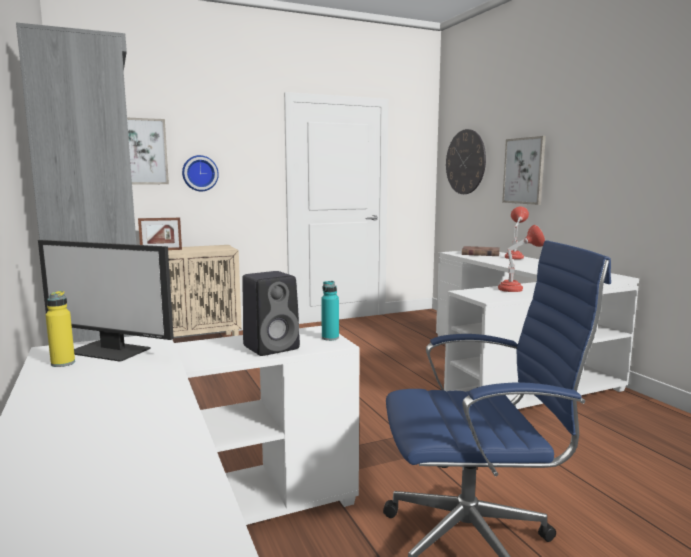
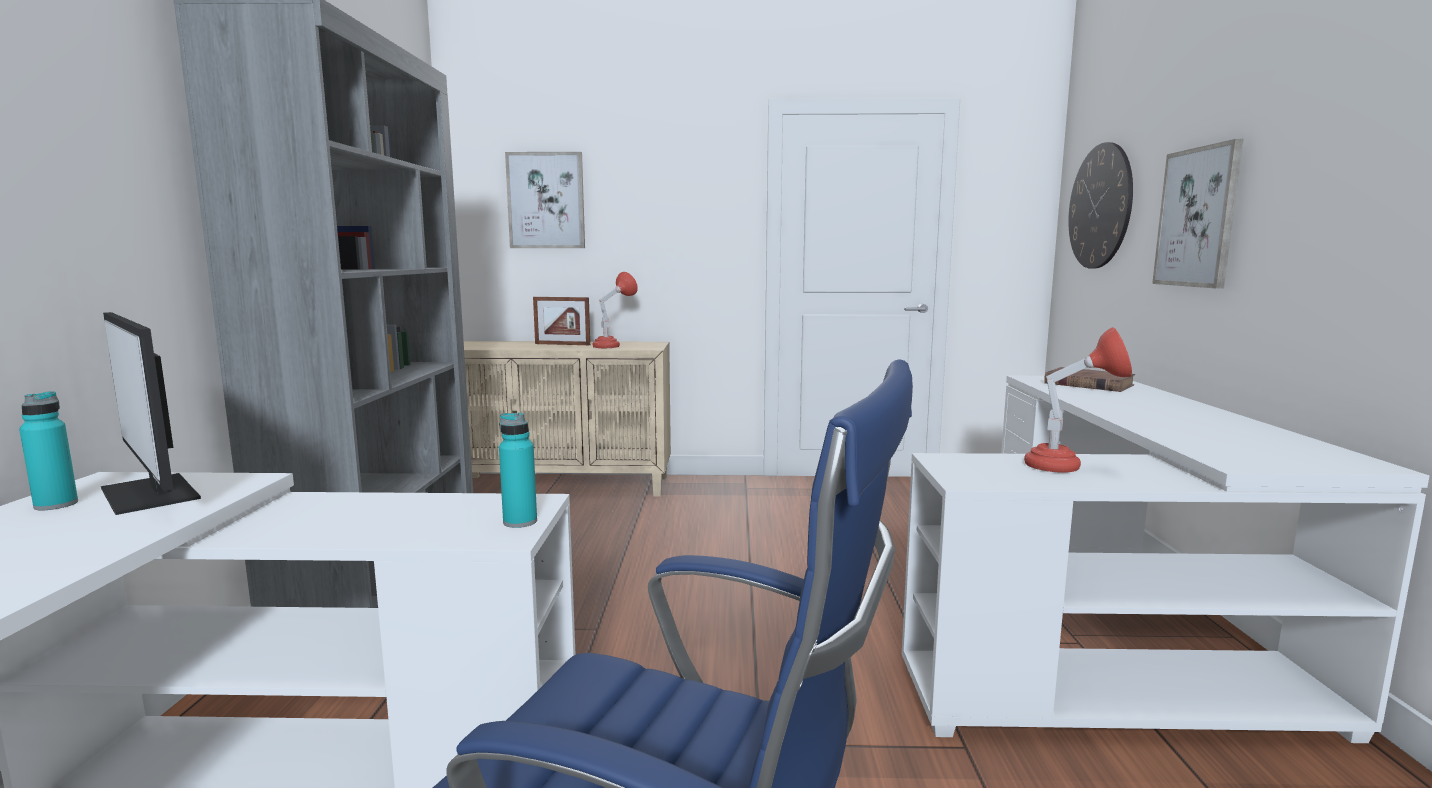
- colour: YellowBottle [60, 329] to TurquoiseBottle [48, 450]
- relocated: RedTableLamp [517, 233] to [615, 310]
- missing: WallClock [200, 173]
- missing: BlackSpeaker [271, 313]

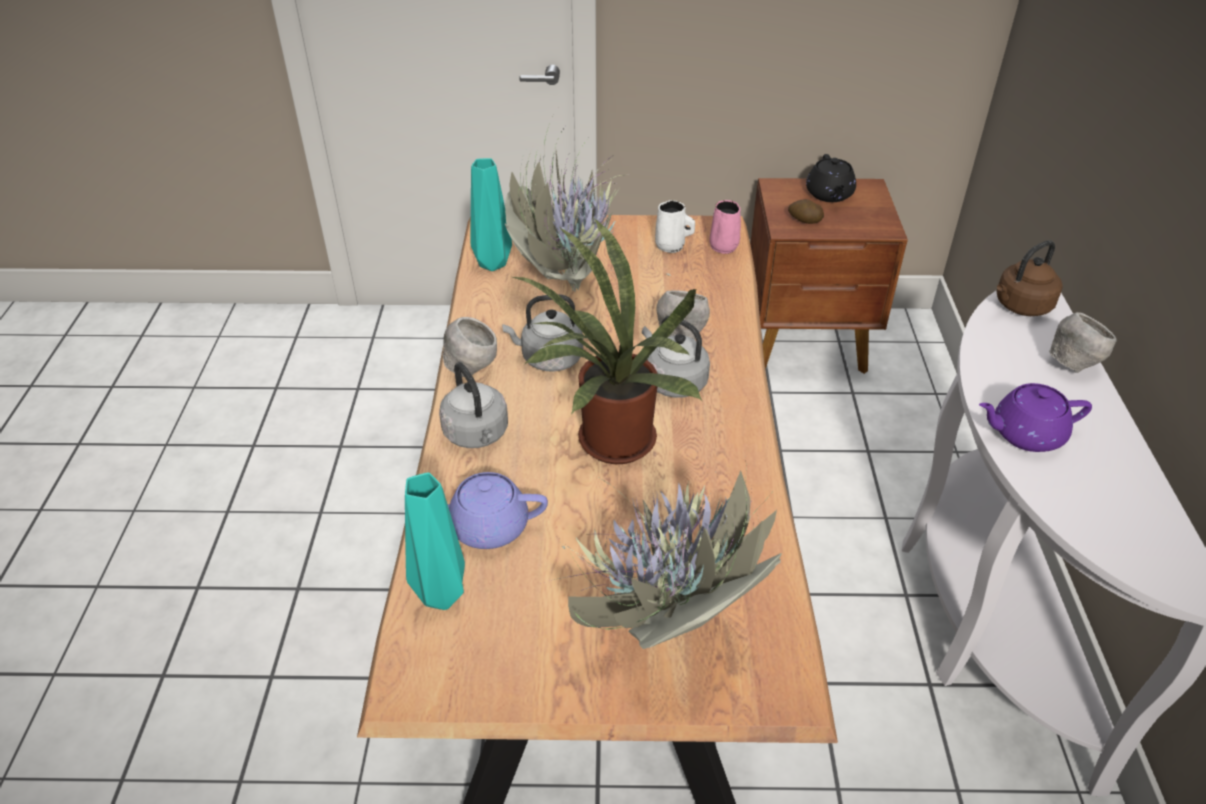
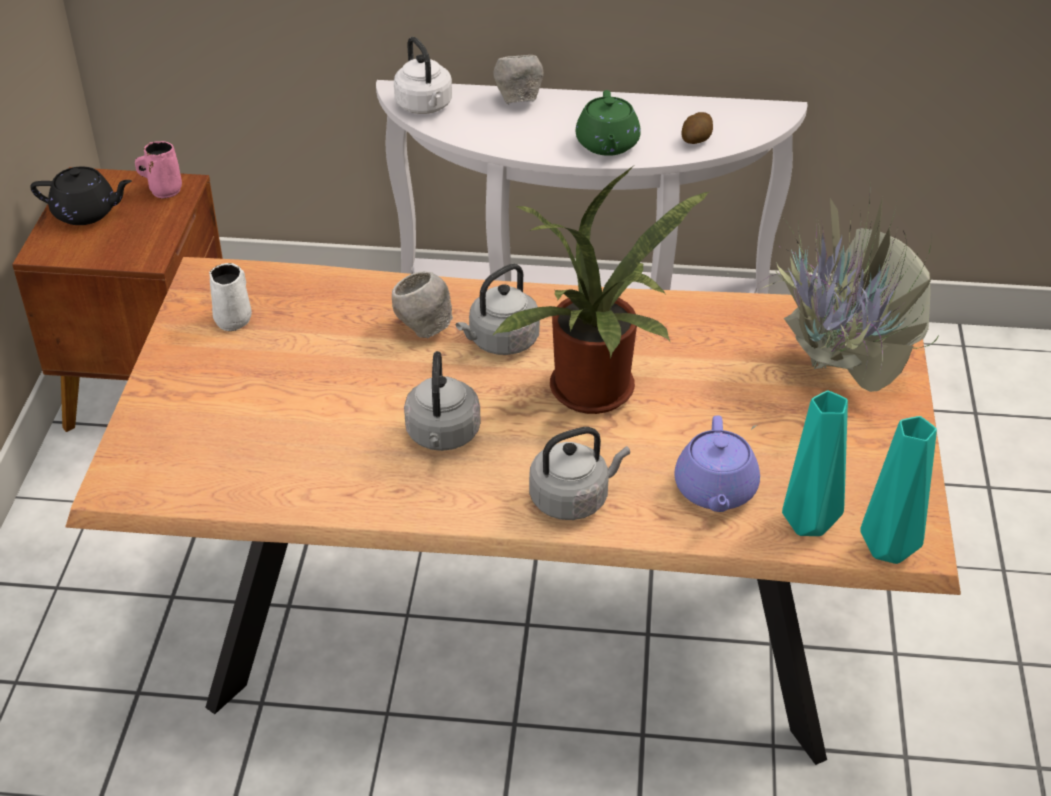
- relocated: PinkMug [725, 227] to [158, 170]
- colour: BrownKettle [1030, 278] to WhiteKettle [423, 75]
- colour: PurpleTeapot [1035, 417] to GreenTeapot [608, 123]
- relocated: Potato [806, 211] to [697, 128]
- relocated: TurquoiseVase [491, 214] to [898, 490]
- missing: GreyBowl [469, 347]
- missing: PottedPlant [588, 206]

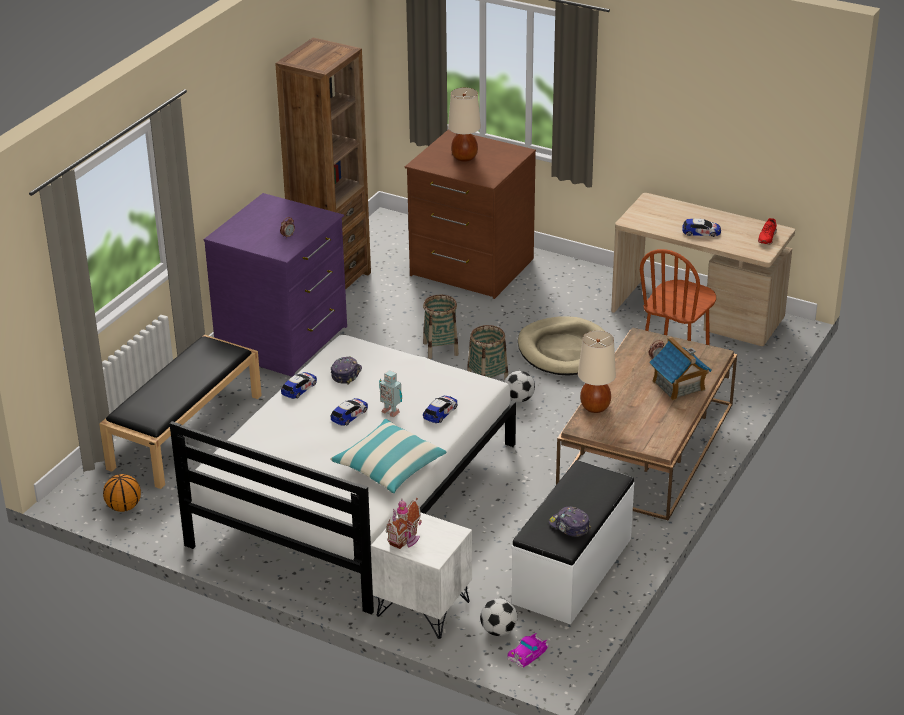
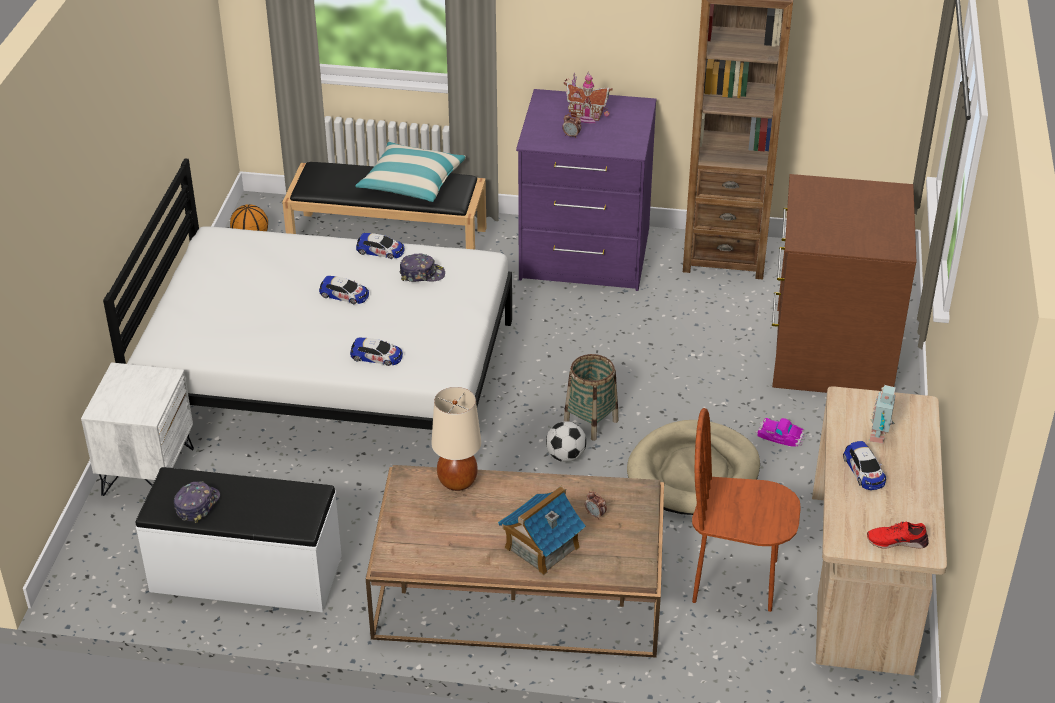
- relocated: Pillow [388, 456] to [410, 172]
- relocated: ToyHouse [404, 523] to [588, 97]
- relocated: ToyCar [528, 650] to [780, 432]
- relocated: ToyRobot [390, 393] to [883, 414]
- missing: Basket [441, 327]
- missing: BeigeTableLamp [464, 125]
- missing: Football [499, 617]

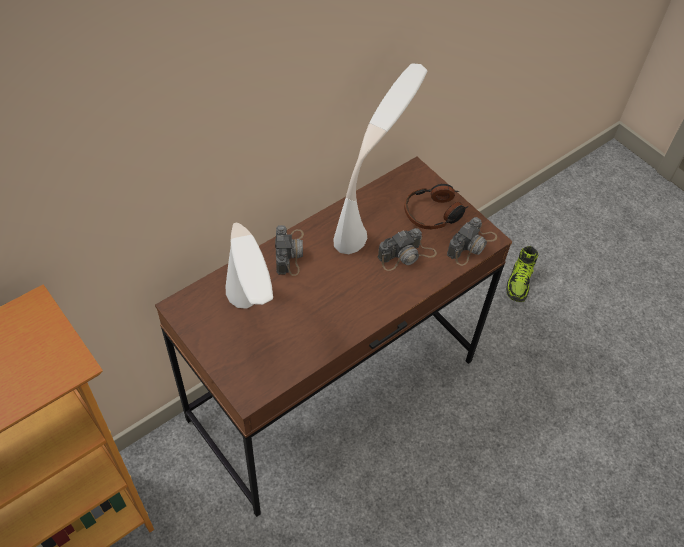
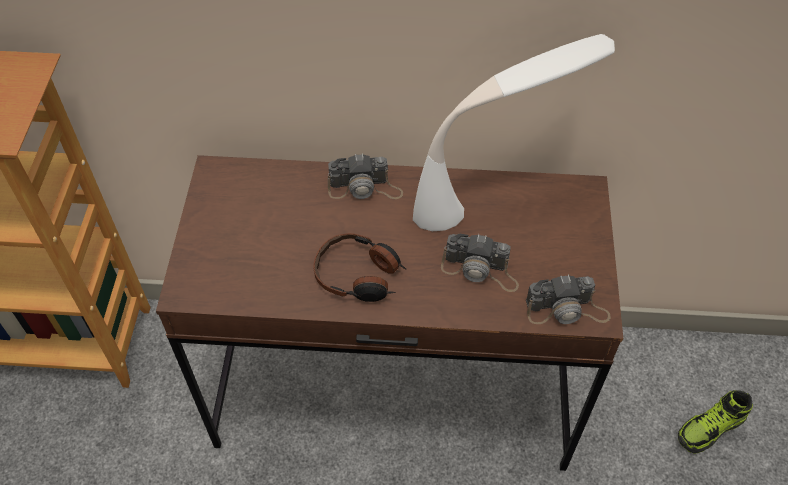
- relocated: Headphones [436, 207] to [359, 267]
- spun: PhotoCamera [289, 250] = [365, 176] 45 degrees clockwise
- missing: WhiteTableLamp [249, 265]

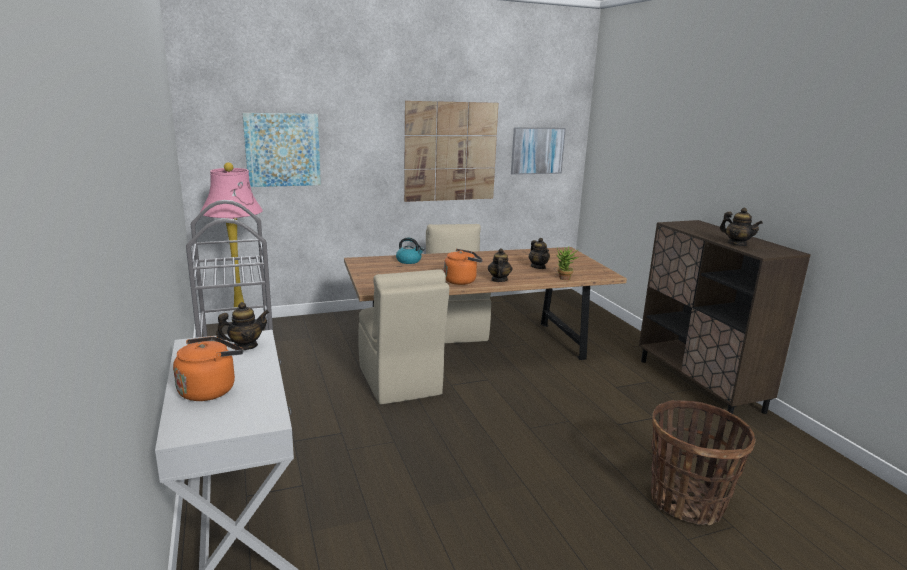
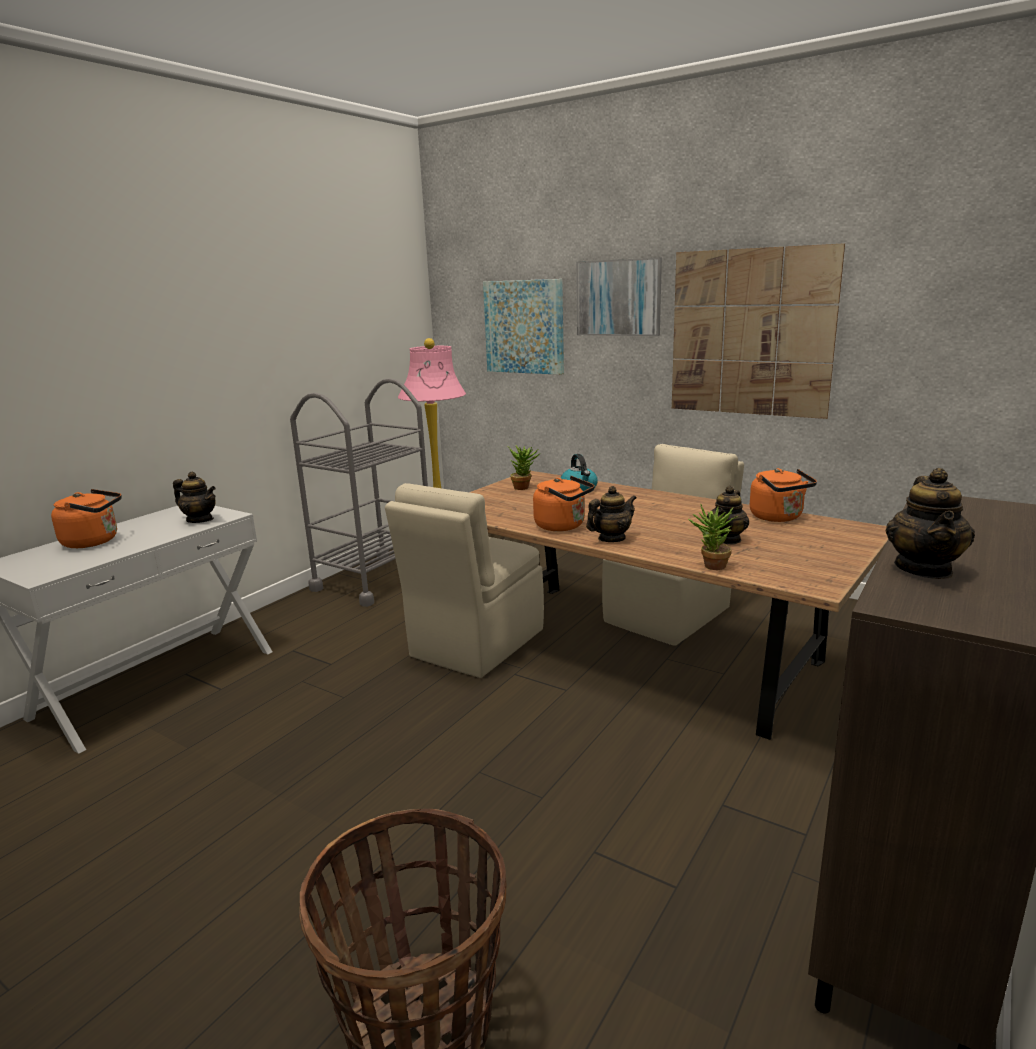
- appeared: PottedPlant [523, 468]
- relocated: Picture [538, 151] to [619, 297]
- appeared: OrangeKettle [783, 495]

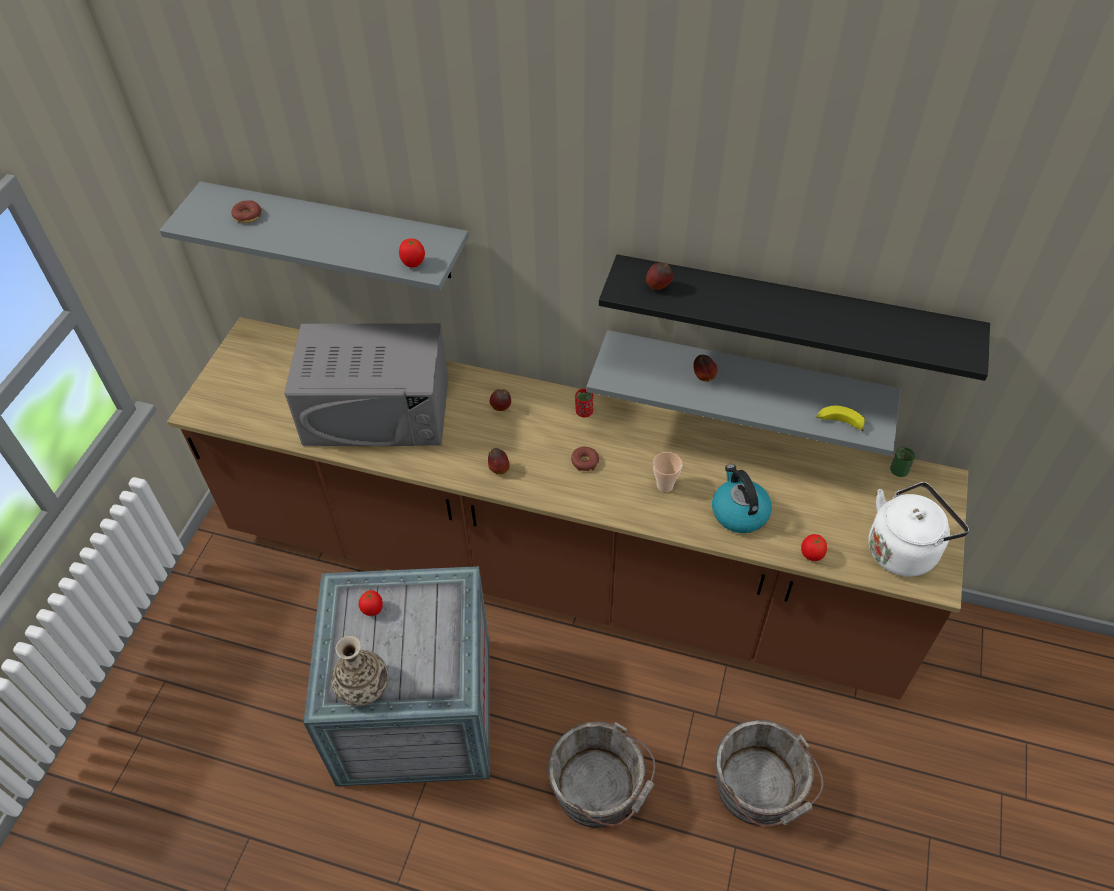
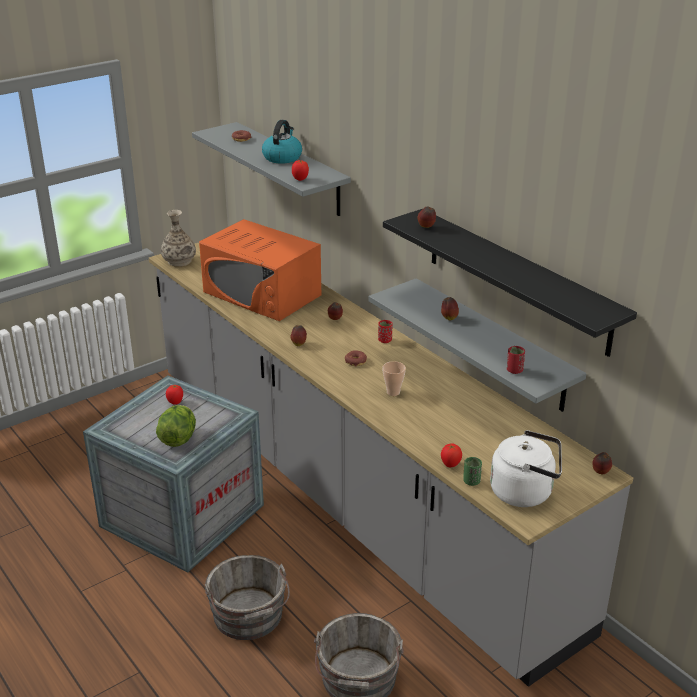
- colour: BrownCounter [567, 508] to GreyCounter [391, 465]
- appeared: Lettuce [176, 426]
- relocated: Vase [360, 671] to [178, 238]
- colour: GreyMicrowave [366, 384] to OrangeMicrowave [260, 270]
- relocated: Kettle [742, 498] to [282, 142]
- relocated: GreenCup [902, 462] to [472, 471]
- exchanged: Banana [840, 418] to RedCup [516, 360]
- appeared: Apple [602, 463]

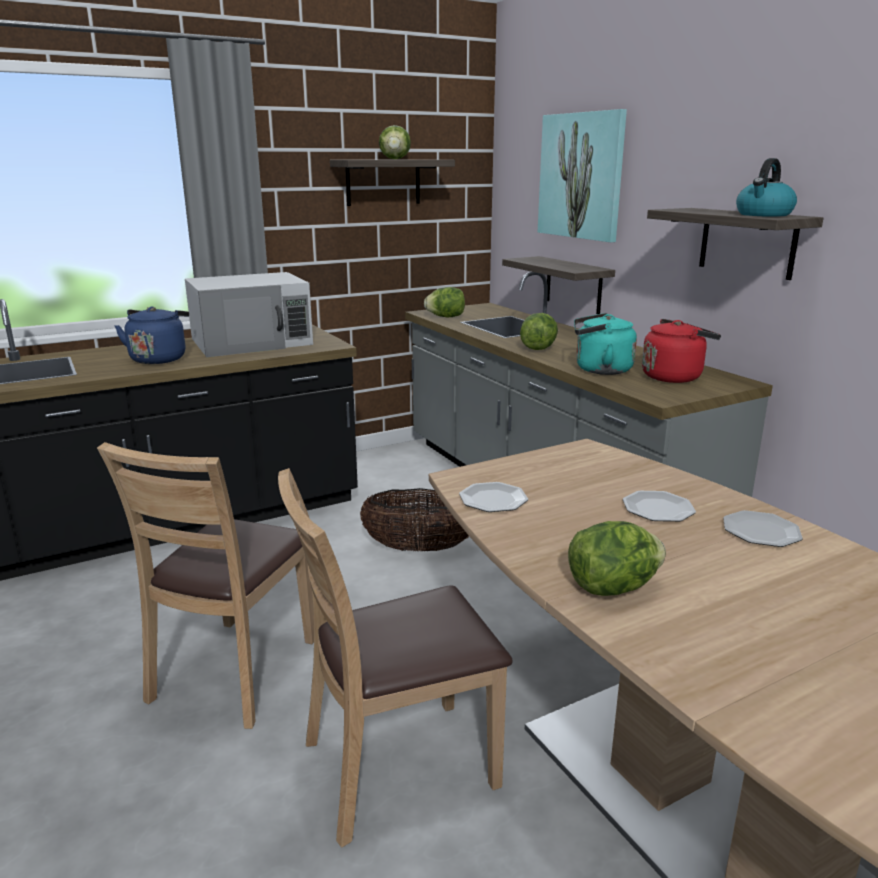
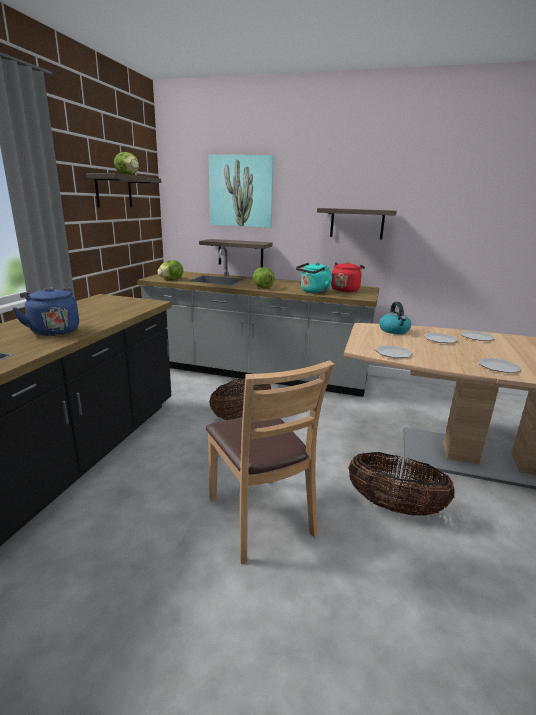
- exchanged: BrownChair [395, 658] to Basket [401, 484]
- relocated: Kettle [766, 187] to [395, 318]
- exchanged: Lettuce [617, 558] to Plate [500, 365]
- missing: WhiteMicrowave [249, 314]

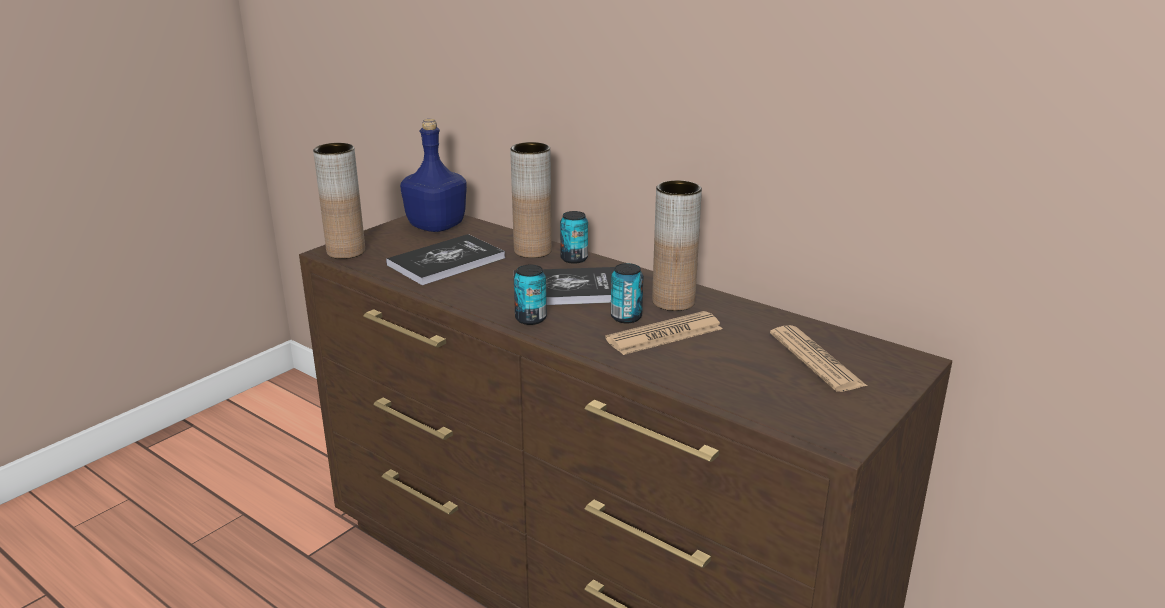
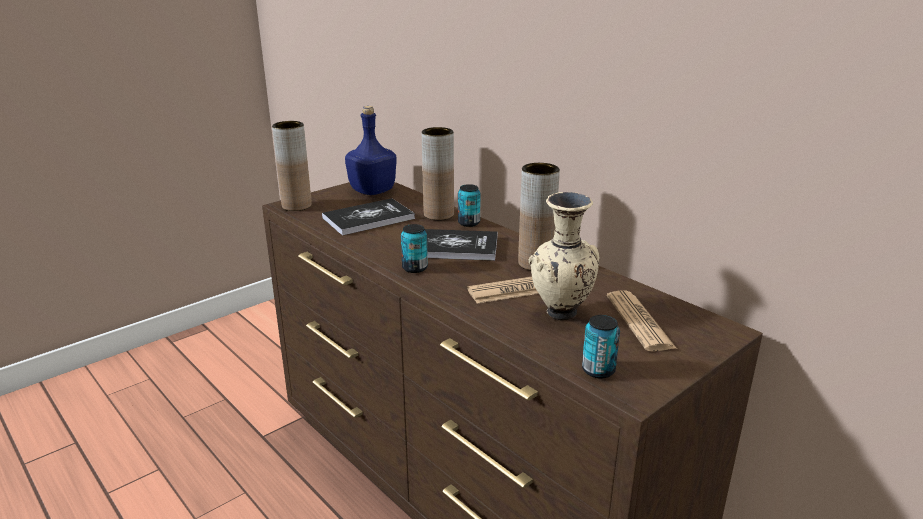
- appeared: BeigeVase [564, 256]
- relocated: Can [627, 293] to [601, 346]

